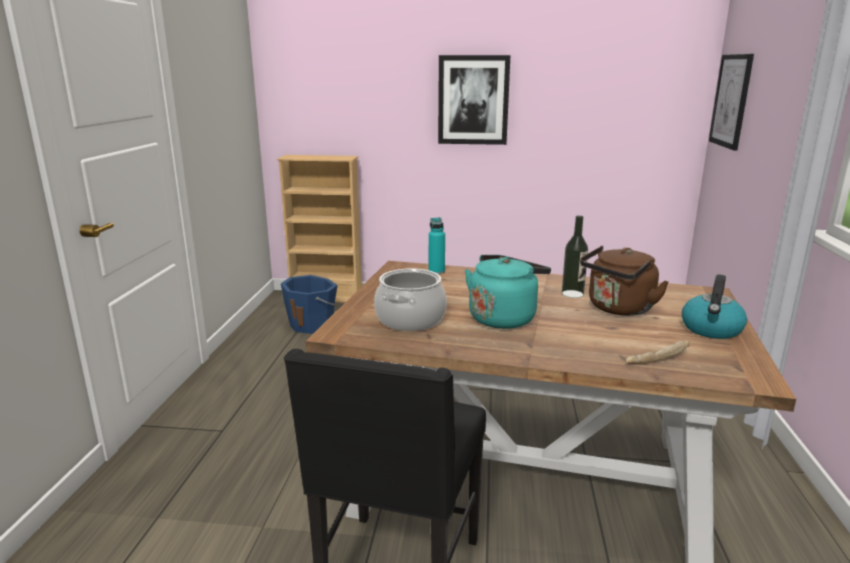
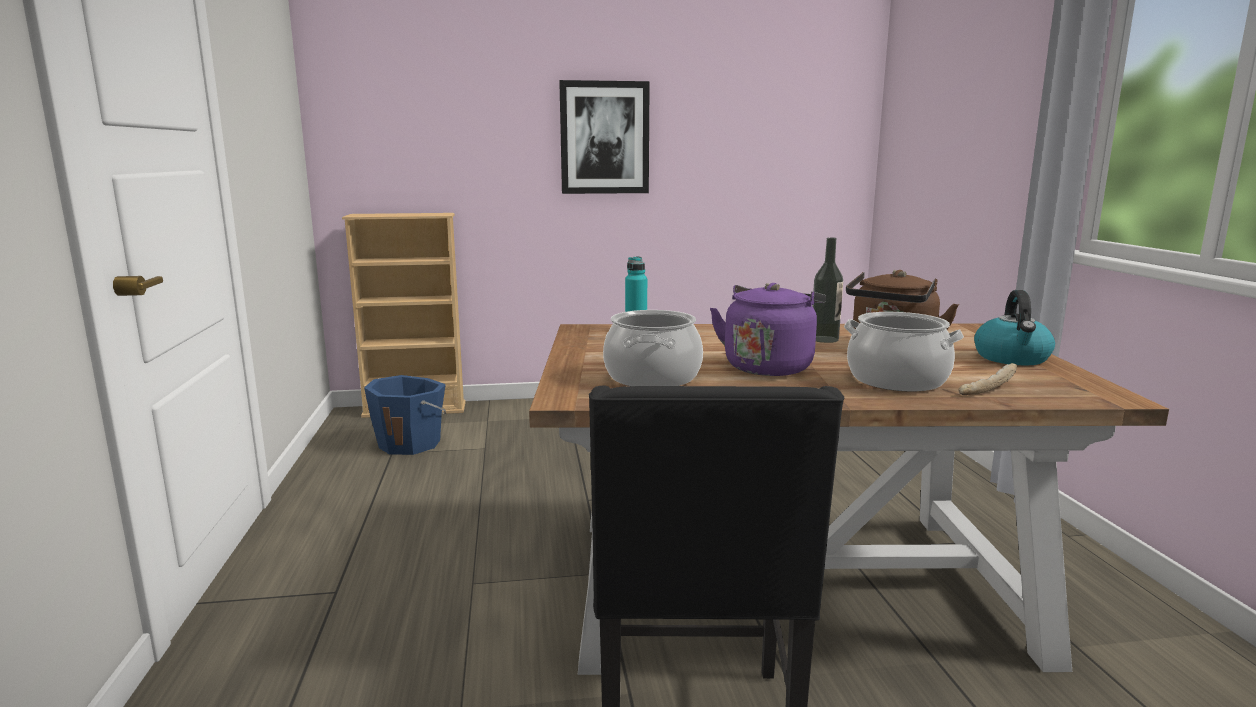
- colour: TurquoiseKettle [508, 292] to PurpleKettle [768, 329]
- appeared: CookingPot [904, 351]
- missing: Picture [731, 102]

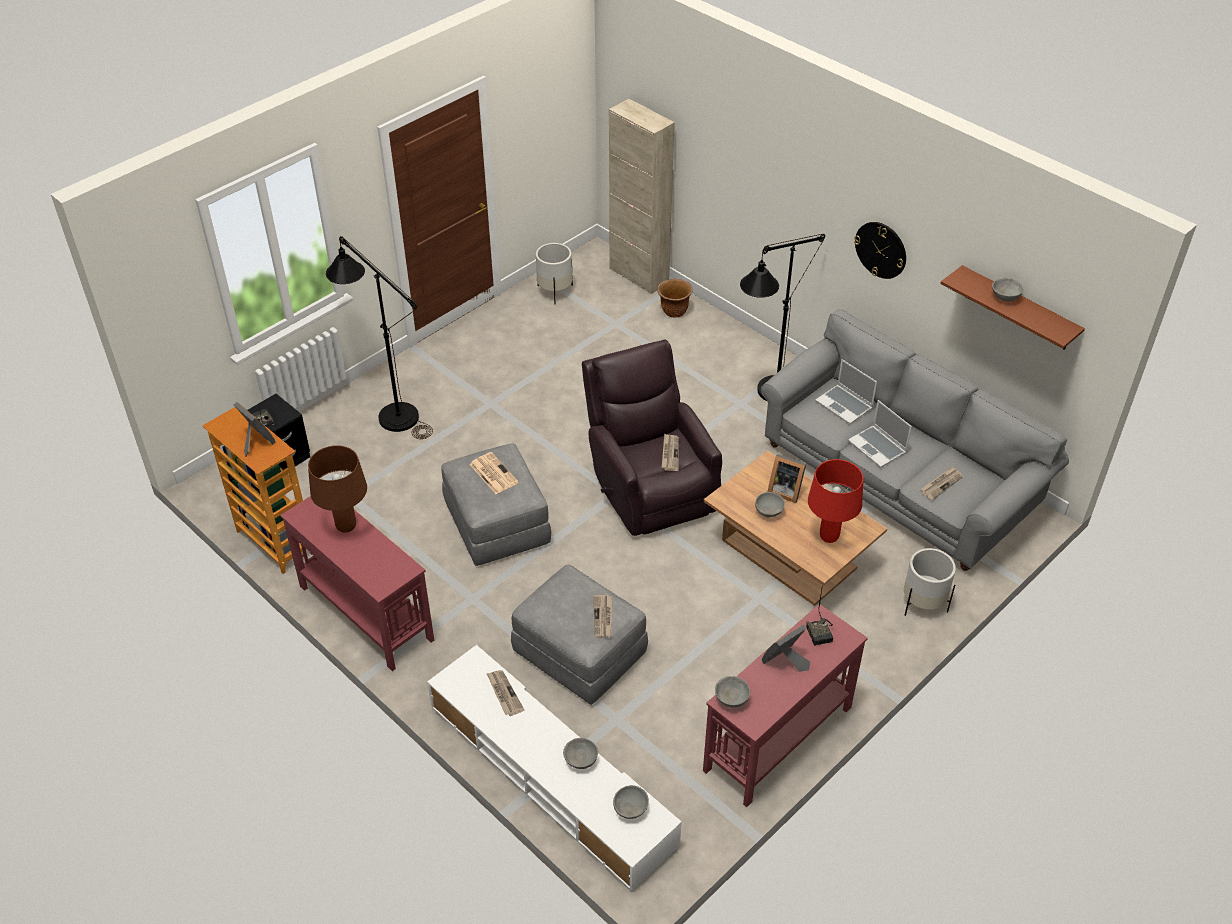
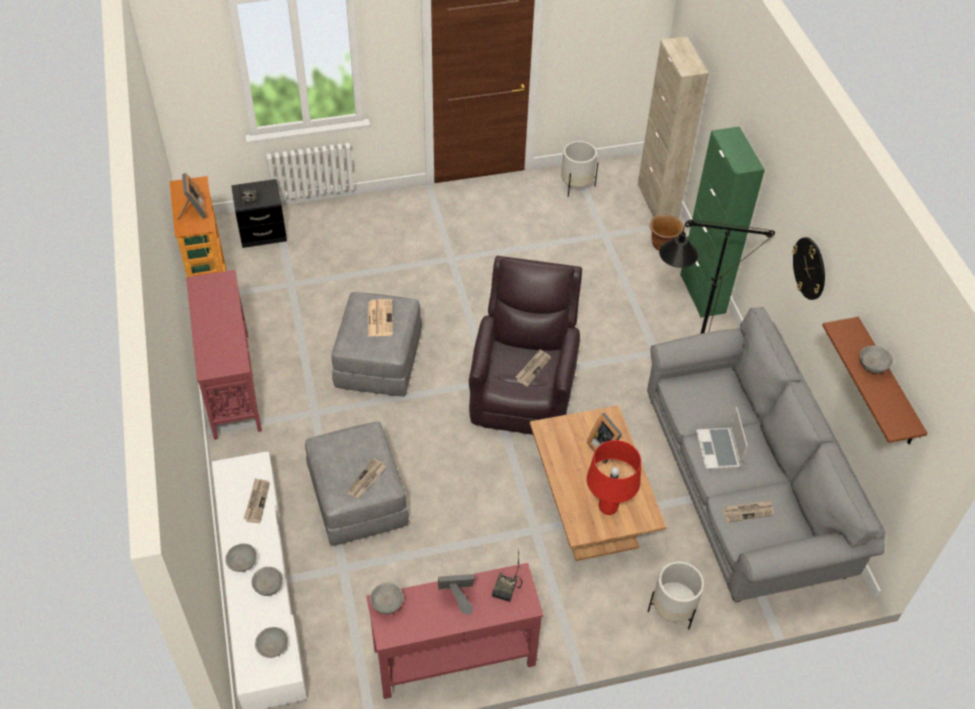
- relocated: GreyBowl [770, 505] to [241, 558]
- appeared: GreenCabinet [722, 222]
- missing: BrownTableLamp [337, 489]
- missing: BlackFloorLamp [379, 337]
- missing: Laptop [846, 391]

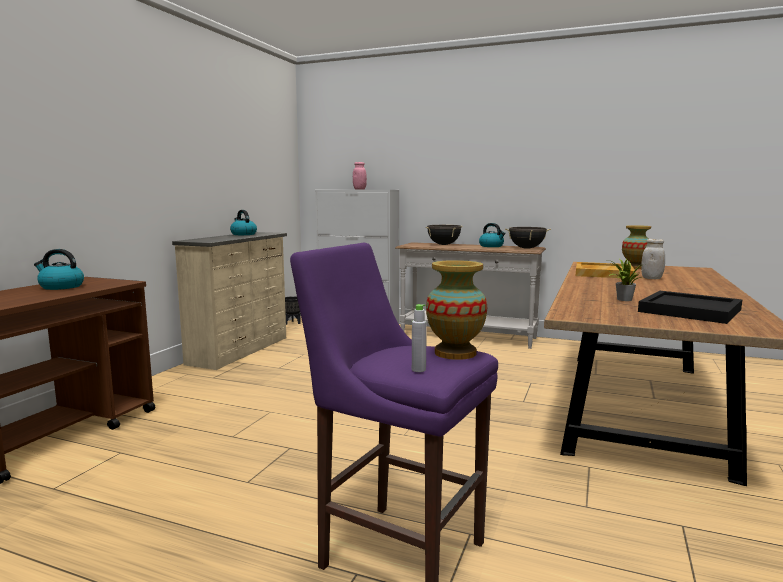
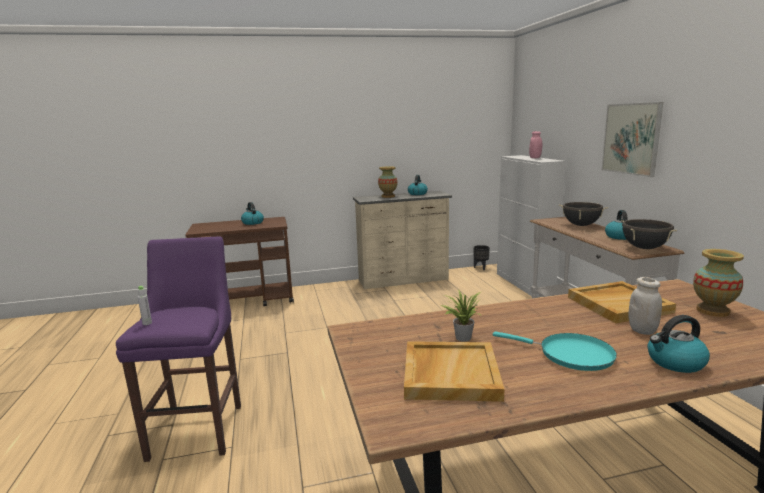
- relocated: Vase [456, 310] to [388, 182]
- colour: BlackTray [690, 307] to BeigeTray [454, 371]
- appeared: TurquoiseFryingPan [555, 351]
- appeared: Picture [632, 139]
- appeared: Kettle [678, 344]

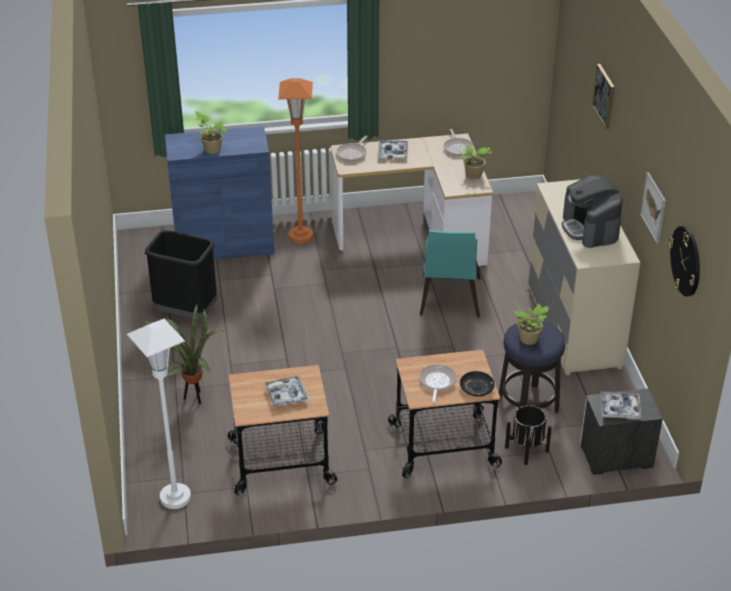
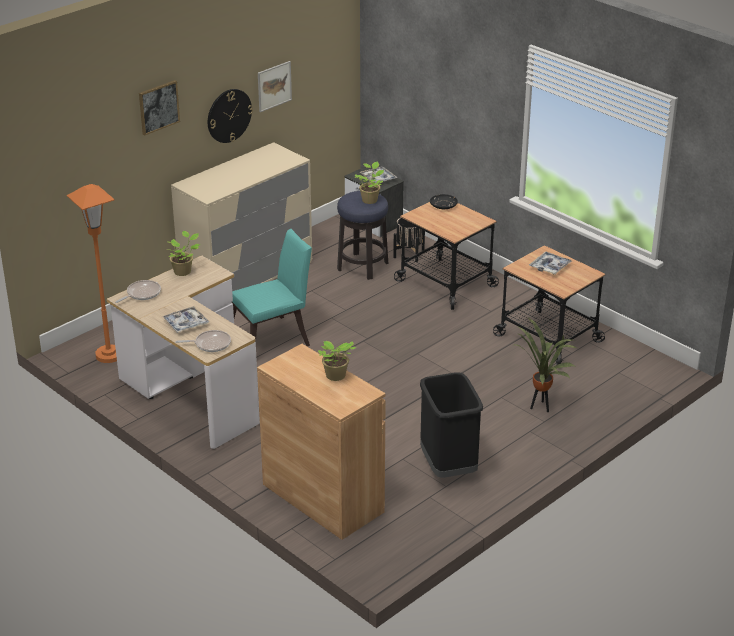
- relocated: OrangeFloorLamp [295, 160] to [92, 273]
- relocated: WallClock [684, 261] to [230, 116]
- colour: BlueCabinet [219, 193] to BrownCabinet [321, 442]
- missing: WhiteFloorLamp [159, 414]
- missing: FryingPan [437, 383]
- missing: CoffeeMachine [592, 211]

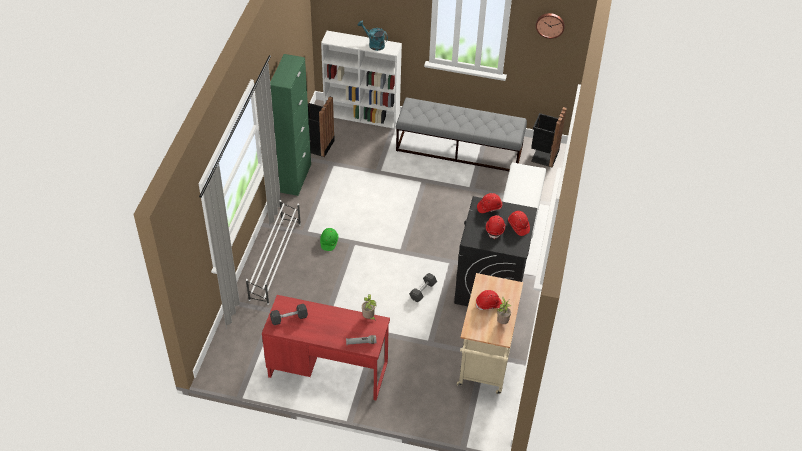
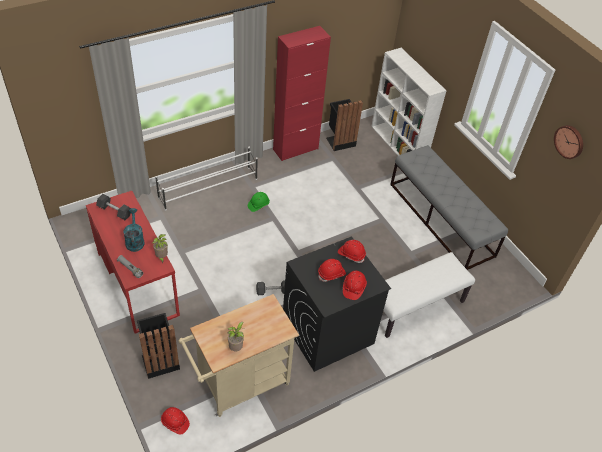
- relocated: TurquoiseWateringCan [373, 36] to [134, 230]
- relocated: BlackTrashCan [549, 137] to [158, 346]
- relocated: RedHardHat [489, 300] to [175, 421]
- colour: GreenCabinet [290, 125] to RedCabinet [302, 93]

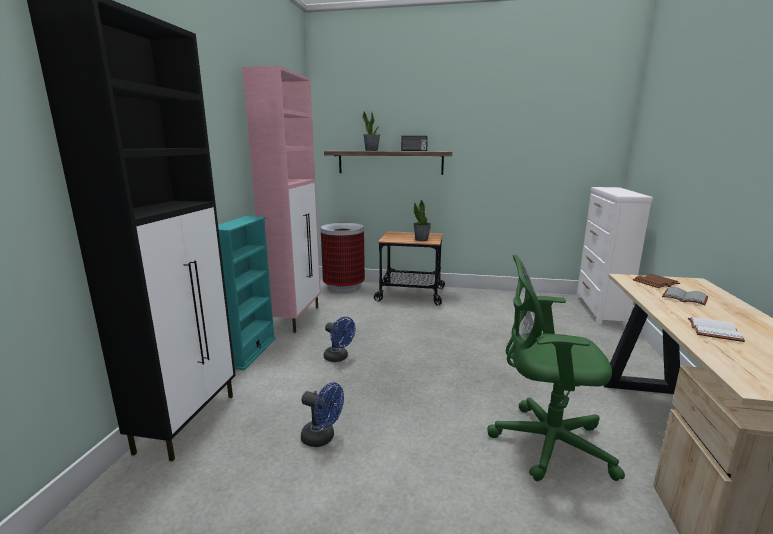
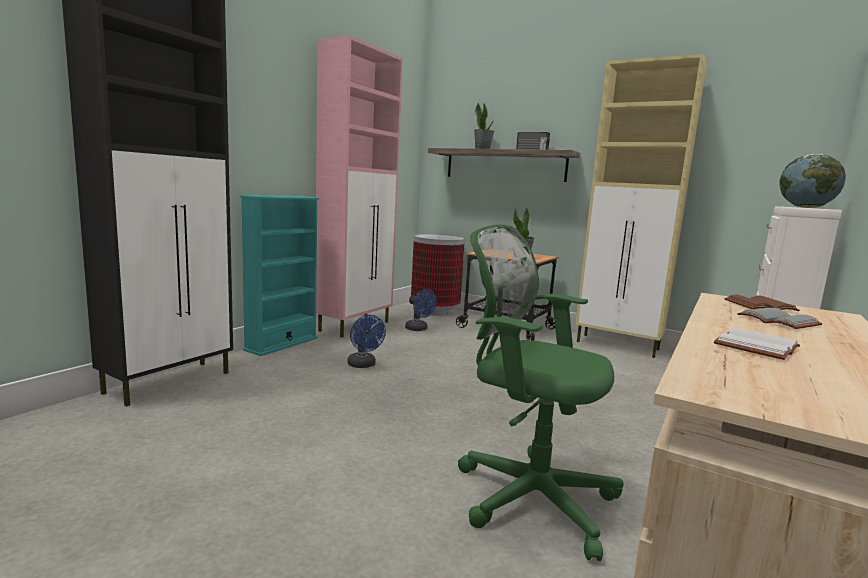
- relocated: BlueFan [322, 414] to [421, 310]
- appeared: BeigeCabinet [641, 206]
- appeared: Globe [812, 181]

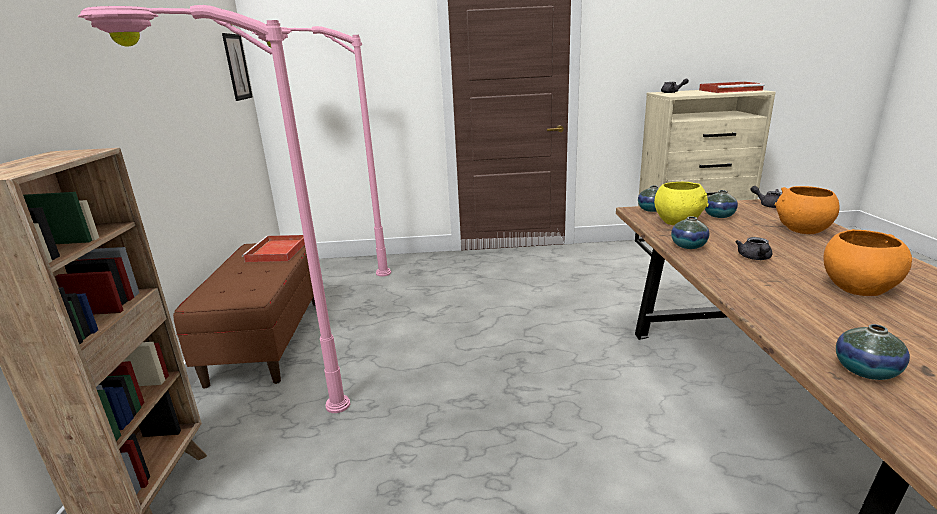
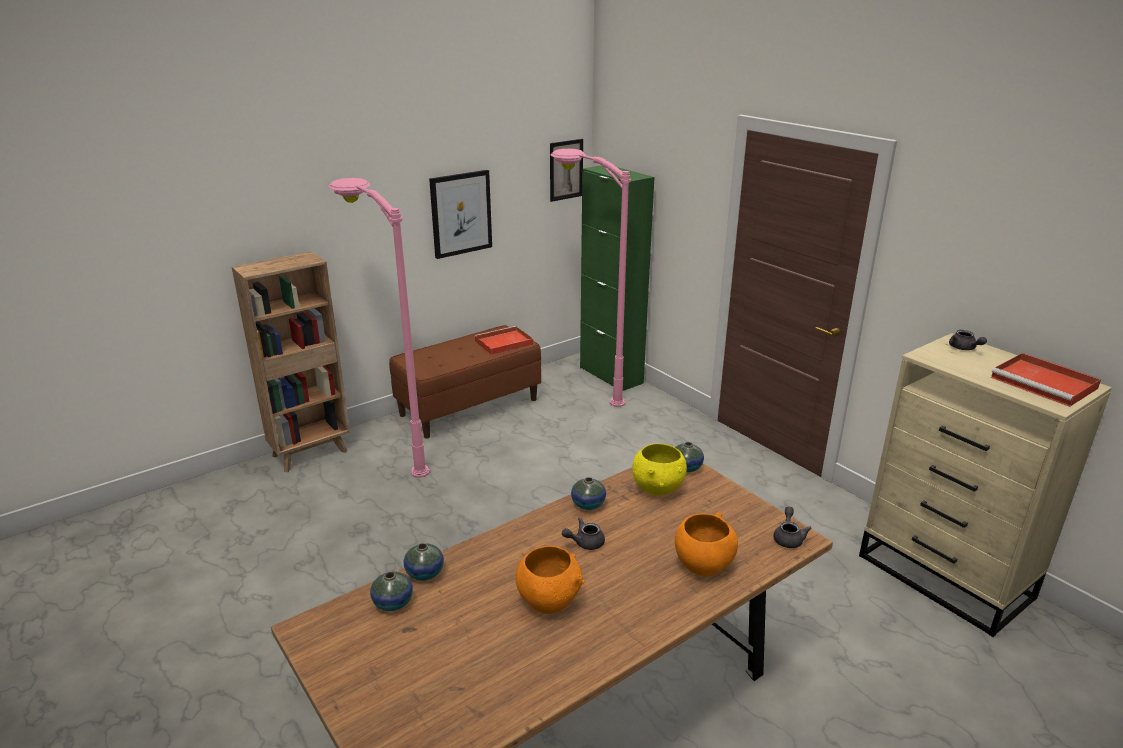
- relocated: Vase [721, 204] to [424, 562]
- appeared: Picture [460, 214]
- appeared: GreenCabinet [617, 278]

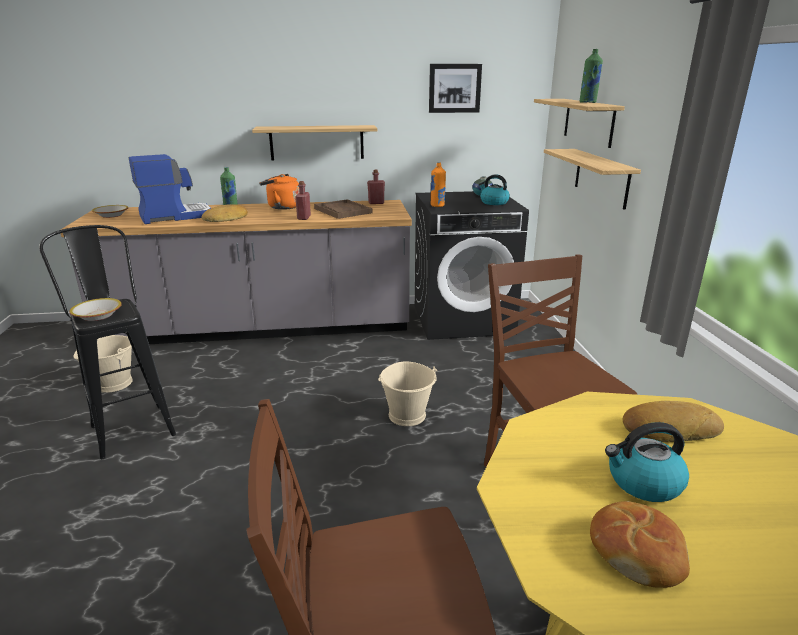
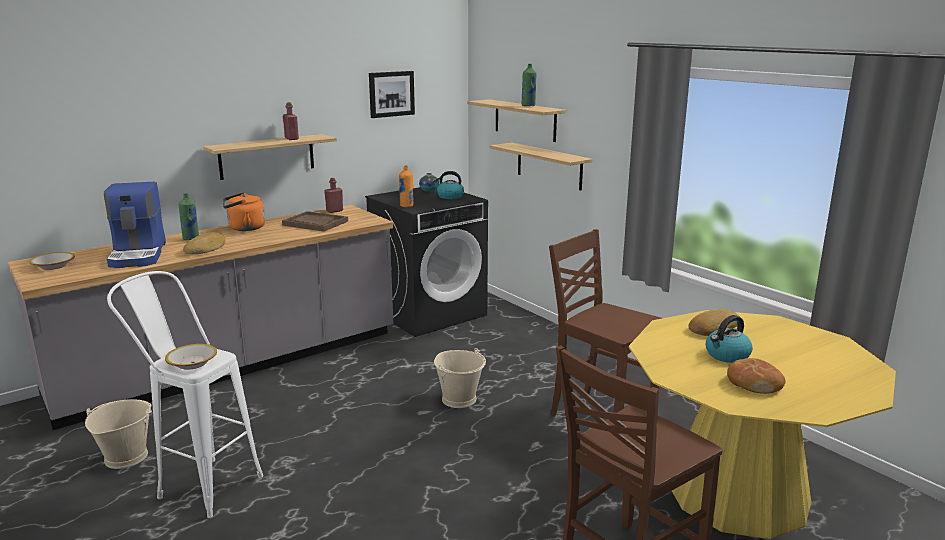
- spun: CoffeeMachine [170, 189] = [135, 225] 135 degrees clockwise
- colour: BlackStool [107, 342] to WhiteStool [185, 394]
- relocated: RedBottle [303, 200] to [291, 121]

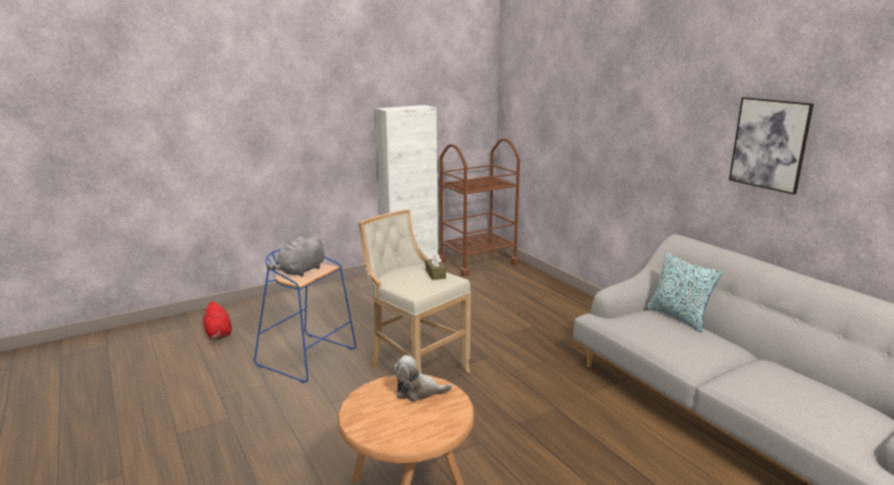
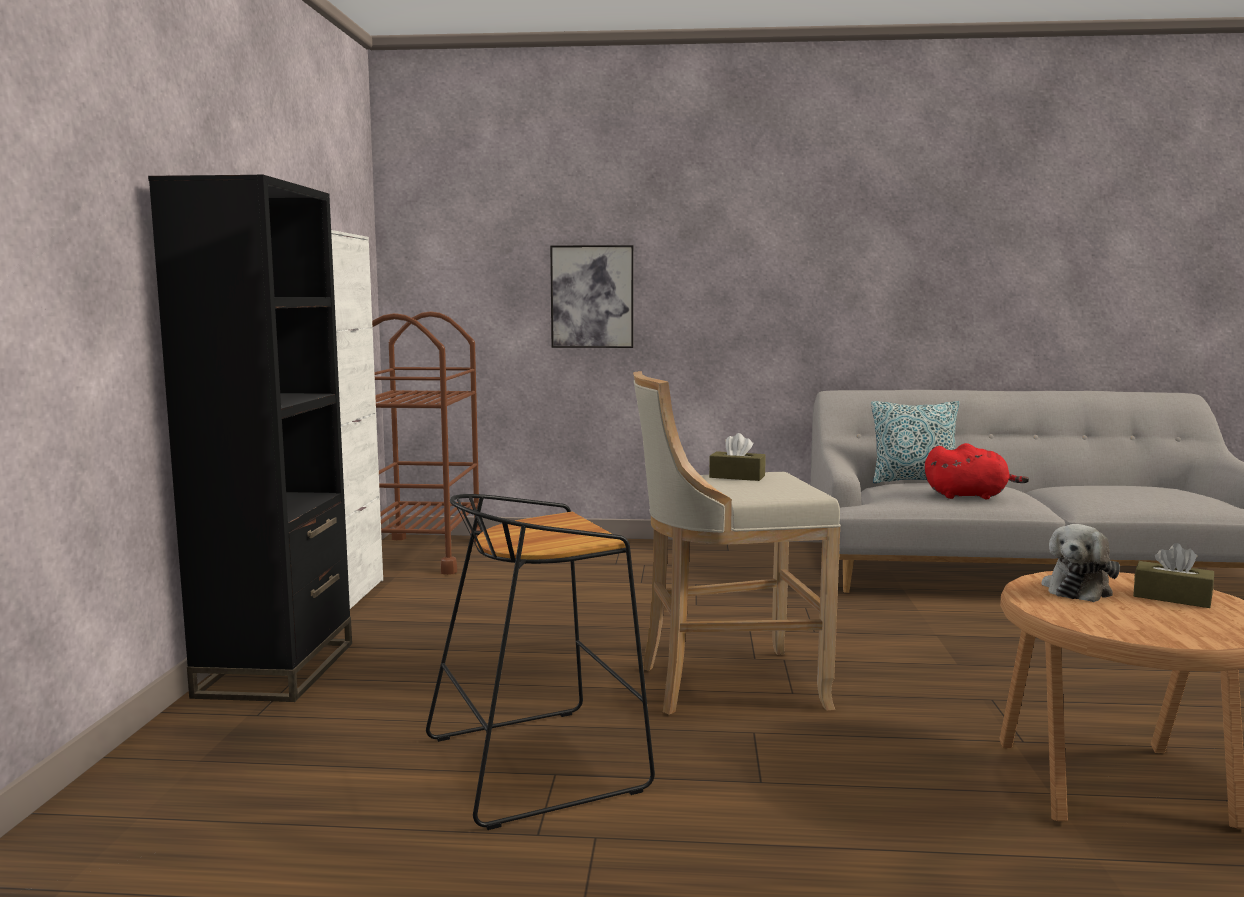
- appeared: BlackBookcase [250, 438]
- colour: BlueStool [305, 316] to BlackStool [540, 662]
- relocated: Picture [771, 145] to [592, 296]
- relocated: RedPlushToy [217, 320] to [977, 471]
- appeared: BrownTissueBox [1173, 575]
- missing: GreyPlushToy [296, 256]

